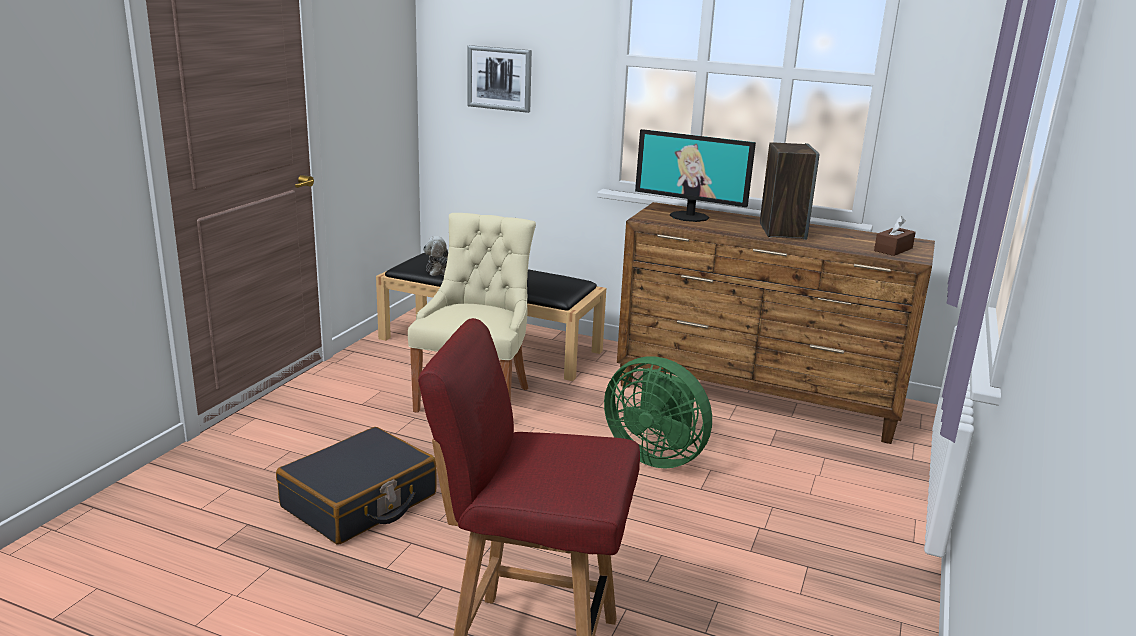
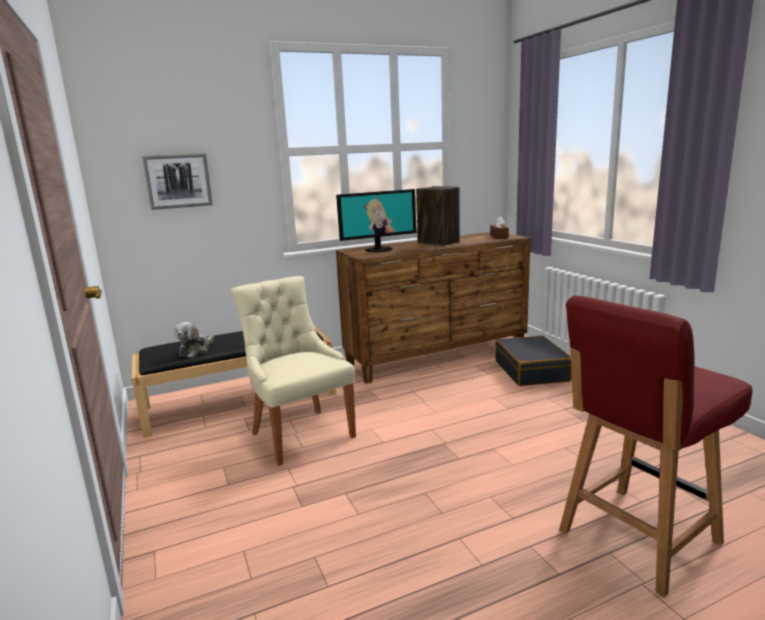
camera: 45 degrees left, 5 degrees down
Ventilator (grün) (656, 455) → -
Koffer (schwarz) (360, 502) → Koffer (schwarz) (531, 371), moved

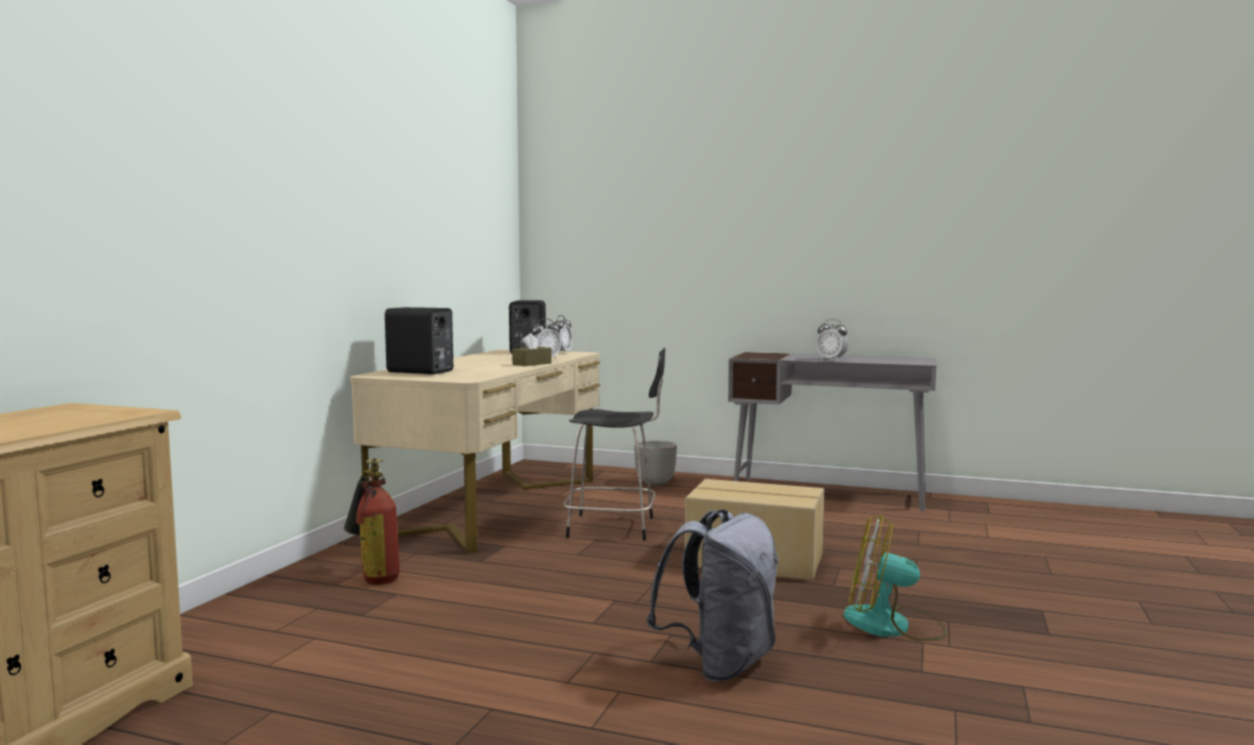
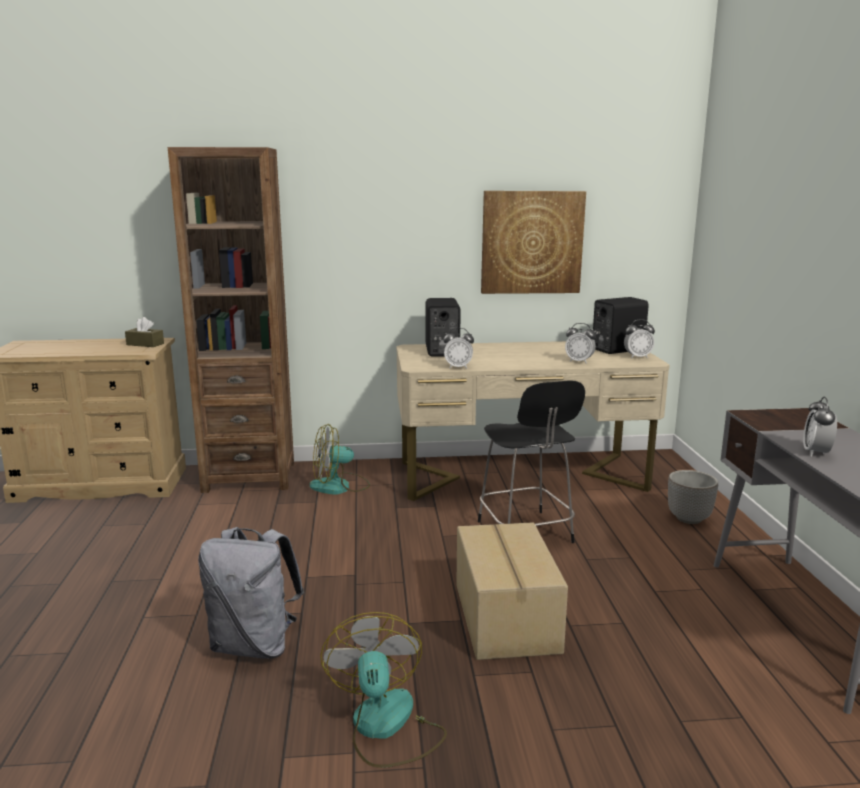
camera: 65 degrees right, 10 degrees up
Taschentuchbox (braun) (532, 364) → Taschentuchbox (braun) (145, 344), moved
Feuerlöscher (373, 576) → Ventilator (339, 486)
- → Bücherregal (braun) (249, 477)
- → Bild (532, 242)
- → Wecker (458, 367)

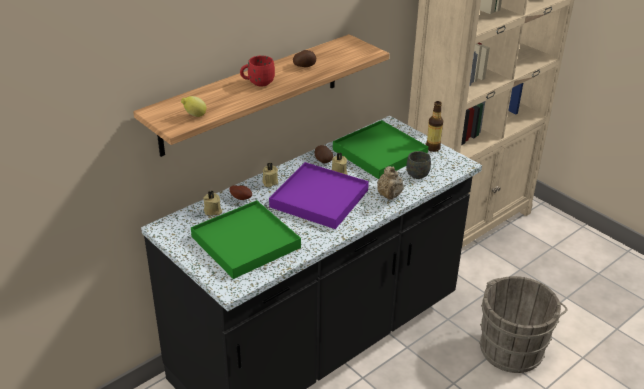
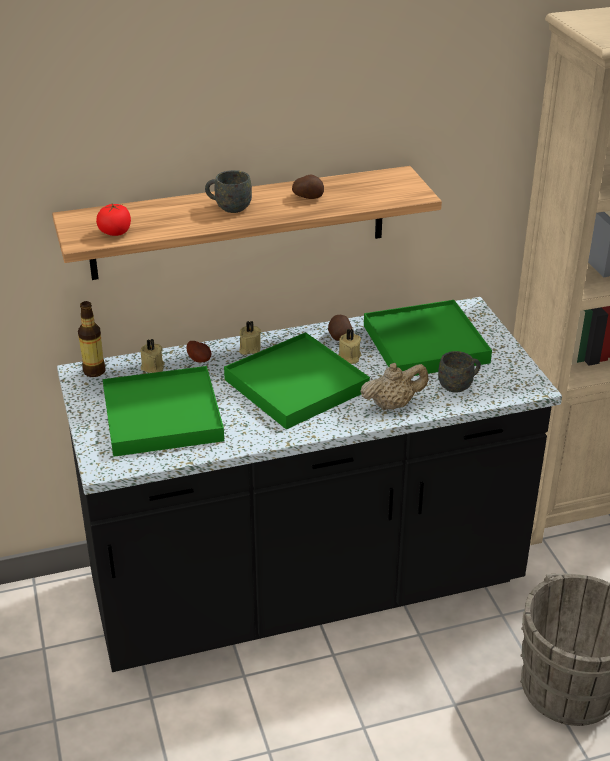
camera: 25 degrees right, 0 degrees up
Henkelbecher (rot) (257, 83) → Henkelbecher (grau) (228, 207)
Zitrone (194, 115) → Tomate (115, 232)
Flasche (432, 148) → Flasche (94, 371), moved
Tablett (lila) (319, 199) → Tablett (grün) (296, 385)
Teekanne (beige) (389, 196) → Teekanne (beige) (393, 405), 135 degrees counterclockwise

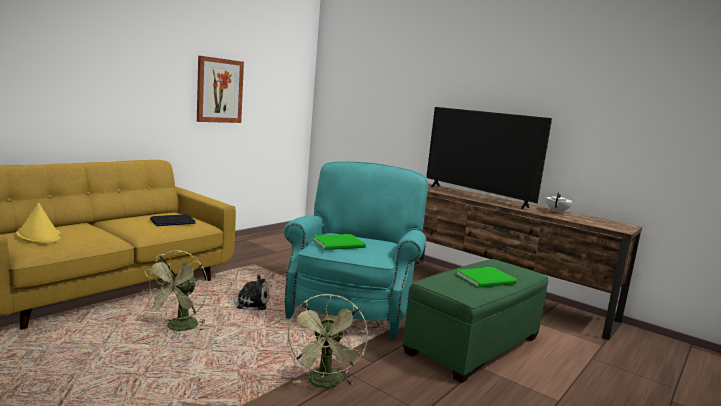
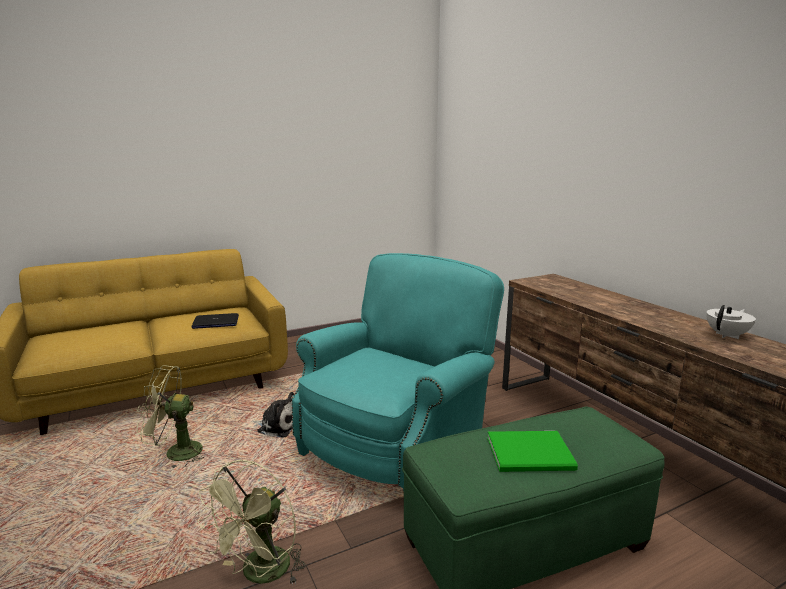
camera: 25 degrees right, 5 degrees up
Bild (219, 90) → -
Fernseher (476, 196) → -
Hut (gelb) (39, 236) → -
Buch (grün) (340, 244) → -
Ventilator (grün) (179, 328) → Ventilator (grün) (175, 453), 45 degrees clockwise

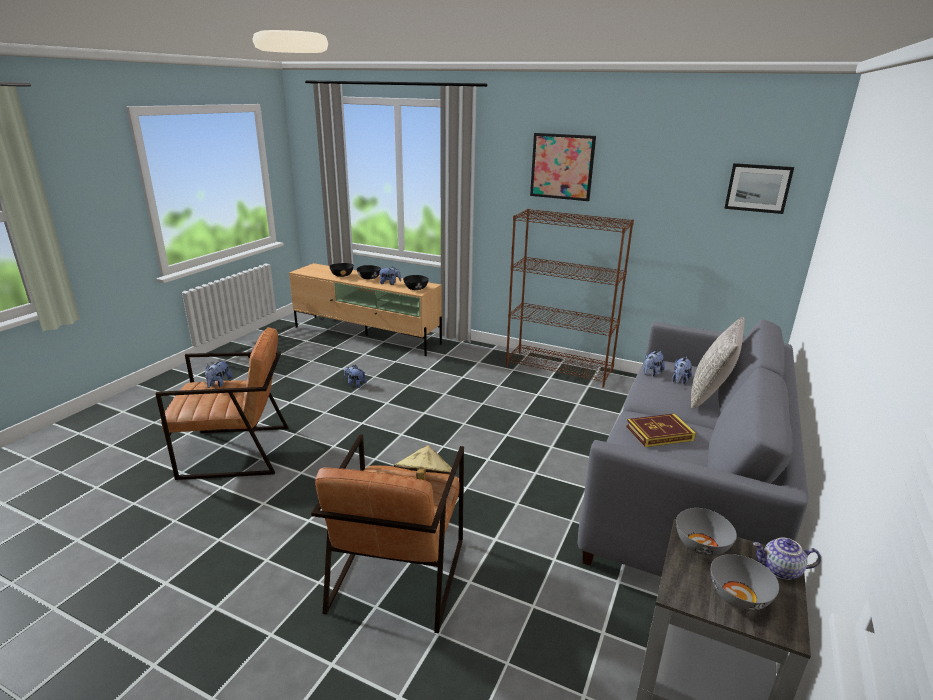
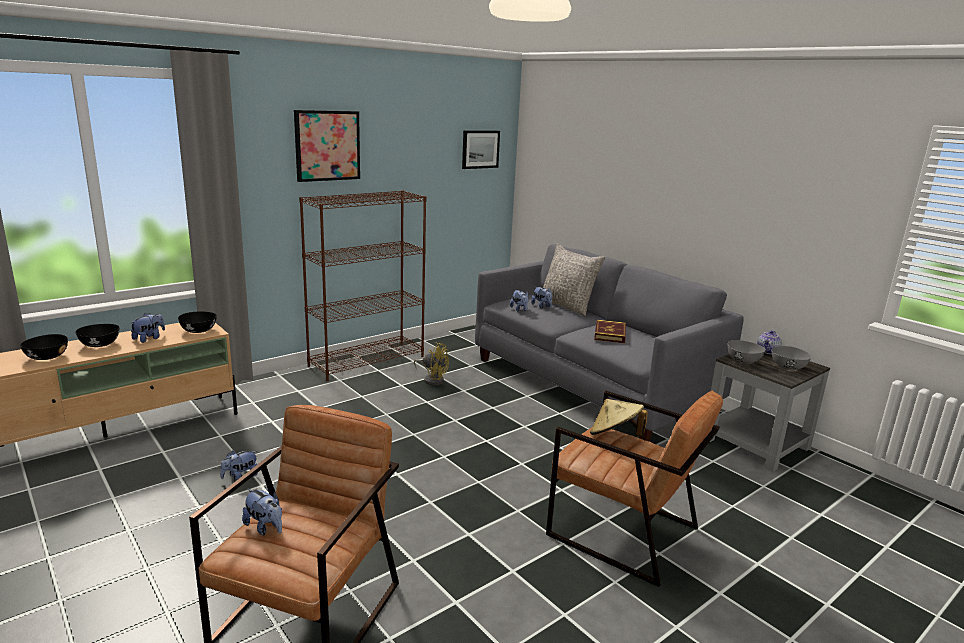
camera: 65 degrees left, 5 degrees down
- → Ventilator (gelb) (432, 379)

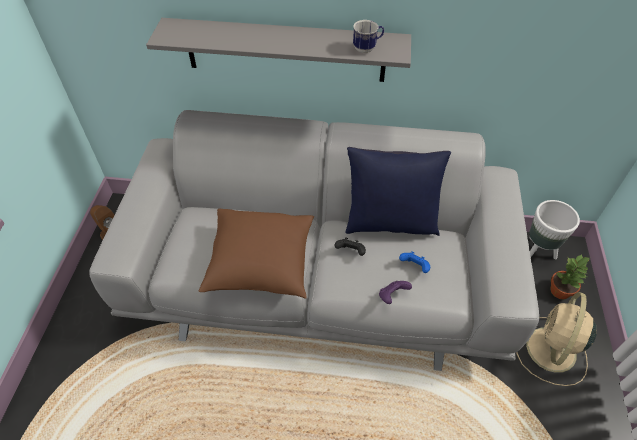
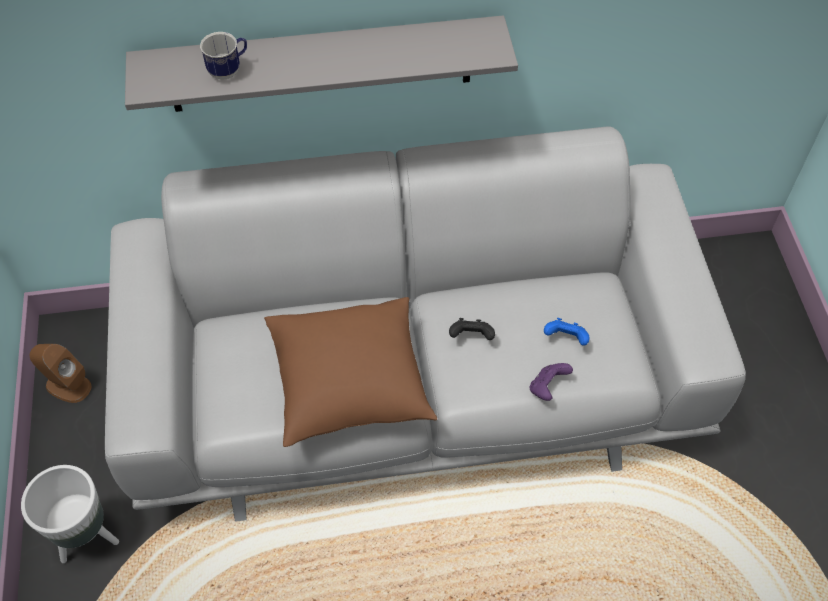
camera: 15 degrees left, 5 degrees up
Henkelbecher (367, 48) → Henkelbecher (229, 70), moved
Kissen (blau) (390, 223) → -
Pflanzkübel (weiß) (537, 252) → Pflanzkübel (weiß) (88, 537), moved
Topfpflanze (560, 291) → -
Ventilator (beige) (550, 351) → -

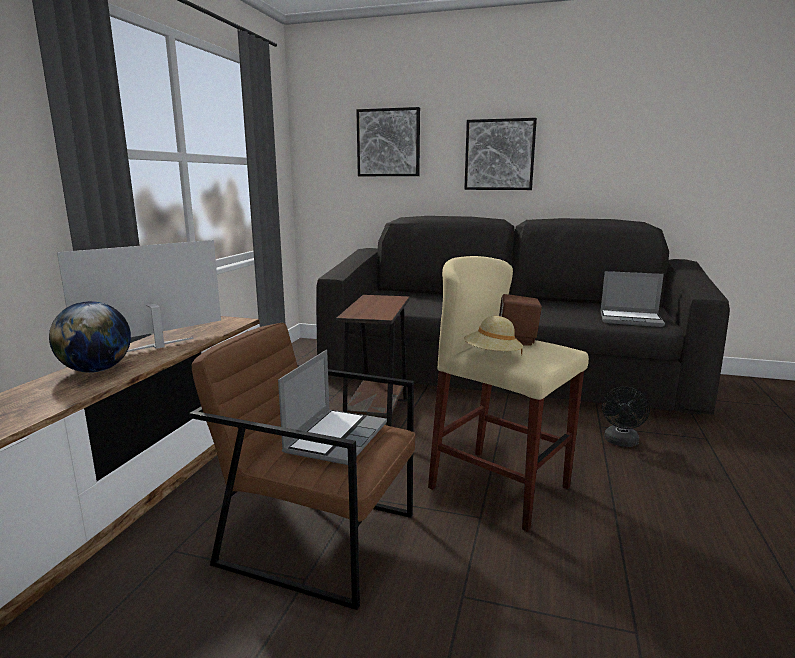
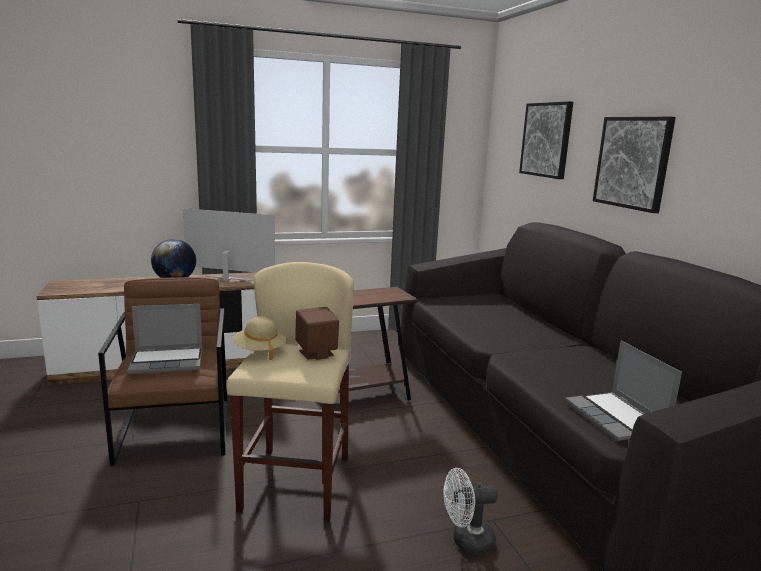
camera: 55 degrees right, 0 degrees up
Ventilator (schwarz) (621, 442) → Ventilator (weiß) (466, 542)

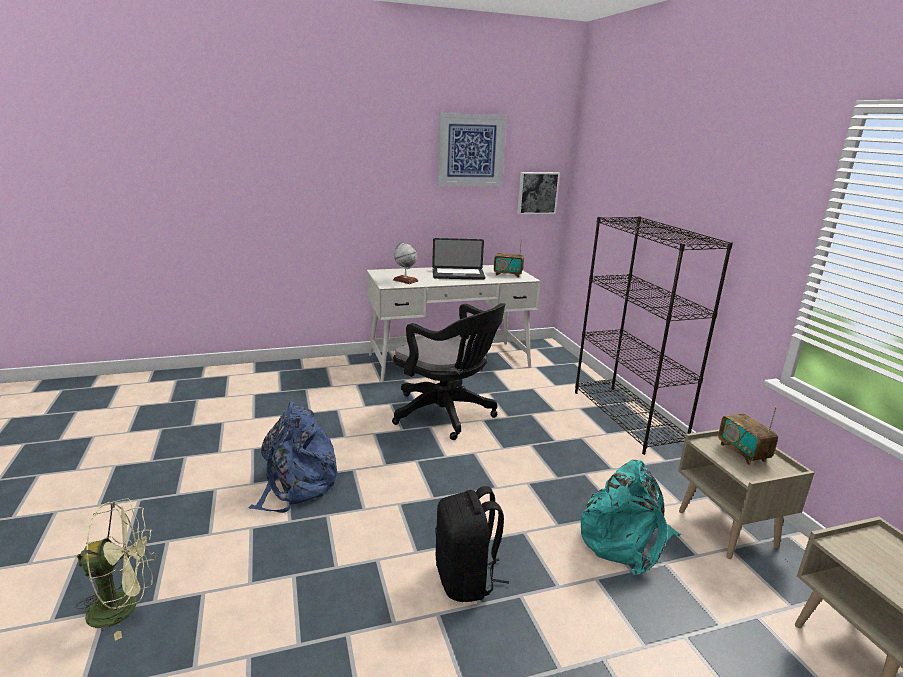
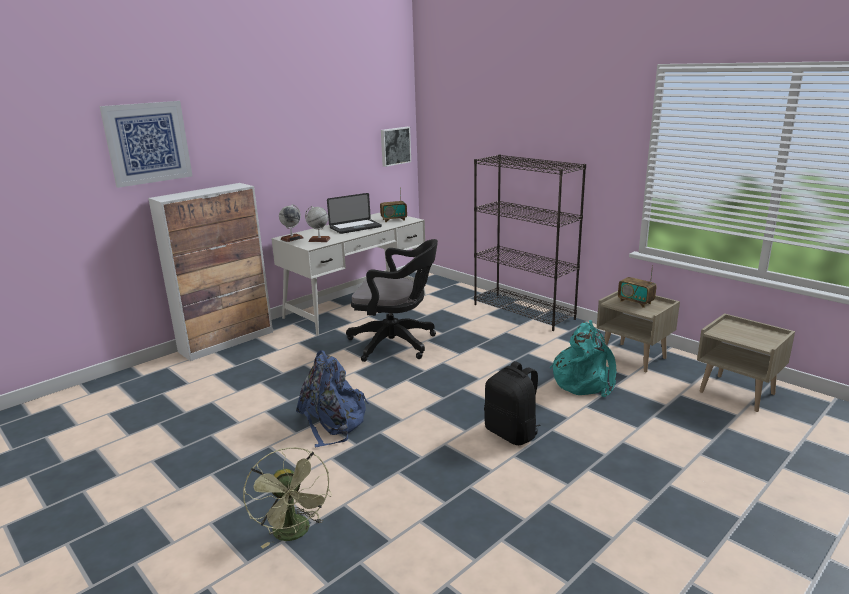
camera: 25 degrees left, 0 degrees up
Bild (470, 150) → Bild (148, 143), moved
Ventilator (grün) (124, 607) → Ventilator (grün) (295, 534), 105 degrees clockwise
- → Schrank (227, 341)
- → Globus (292, 238)

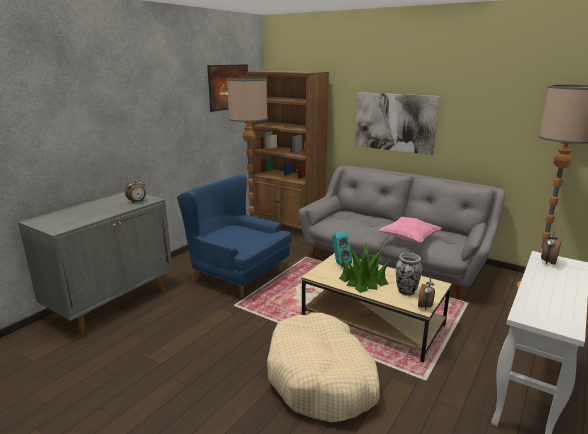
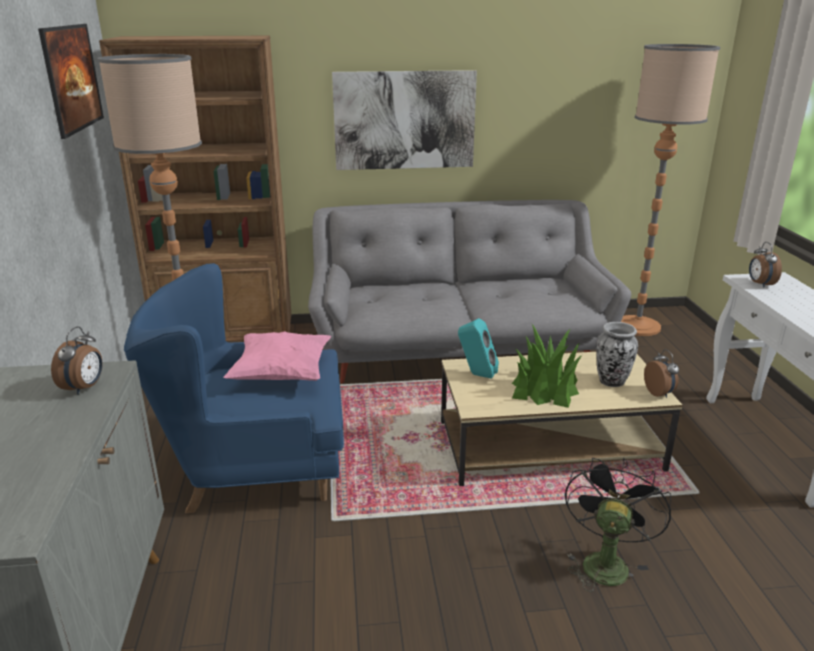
camera: 40 degrees left, 5 degrees up
Kissen (rosa) (409, 239) → Kissen (rosa) (281, 375), moved
Hundebett (beige) (321, 378) → Ventilator (schwarz) (604, 561)

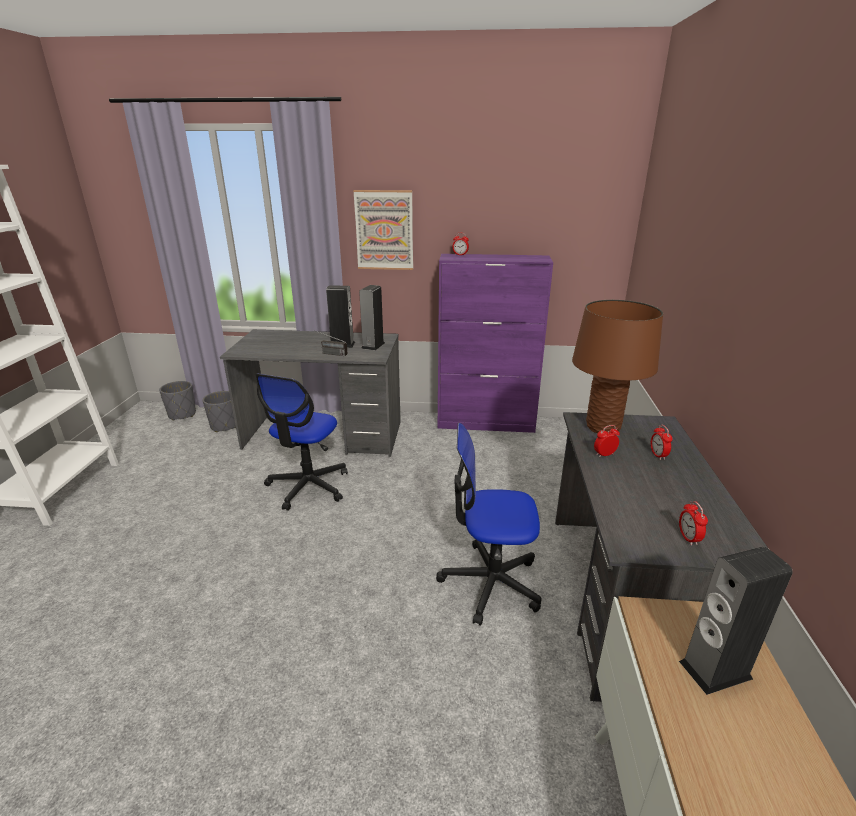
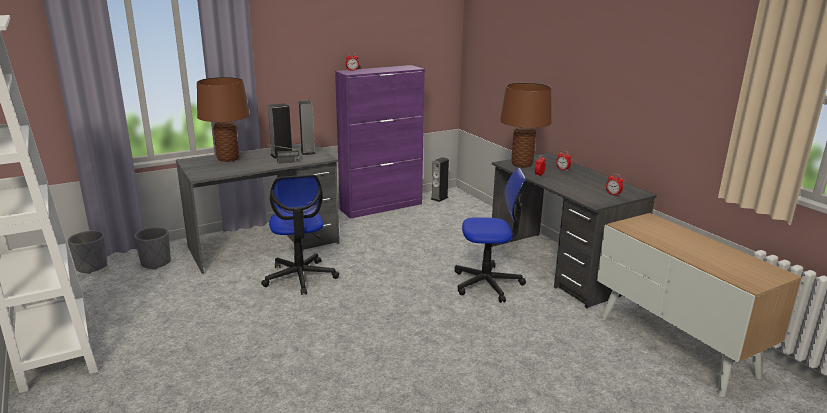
camera: 35 degrees left, 5 degrees down
Bild (384, 230) → -
Bürostuhl (490, 582) → Bürostuhl (487, 283), 150 degrees counterclockwise
Lautsprecher (715, 670) → Lautsprecher (439, 198), moved
- → Tischlampe (braun) (228, 158)

